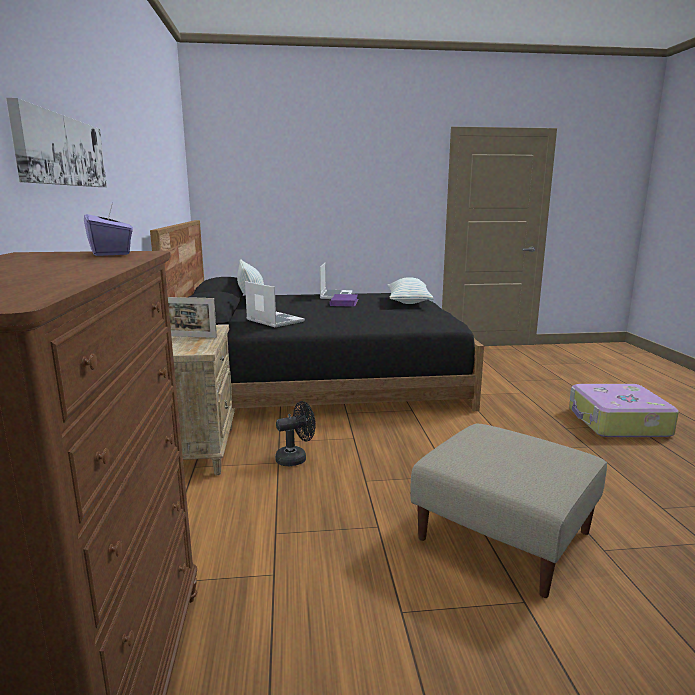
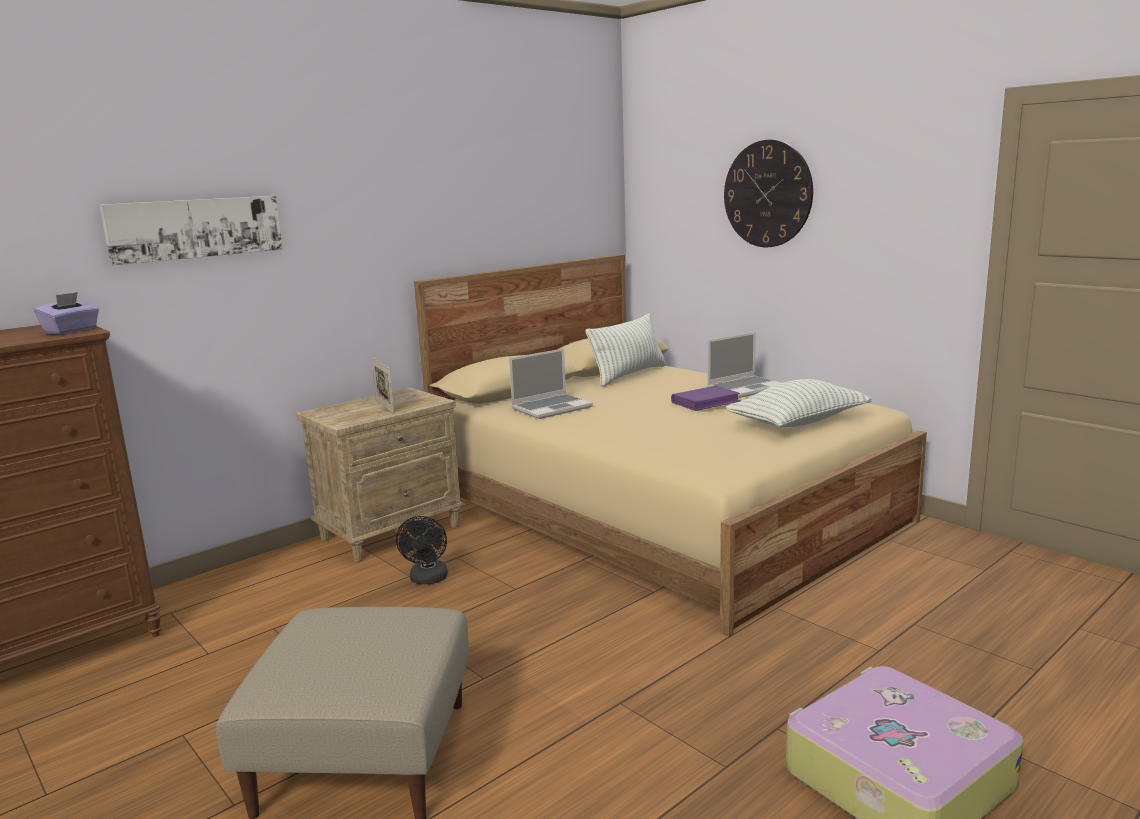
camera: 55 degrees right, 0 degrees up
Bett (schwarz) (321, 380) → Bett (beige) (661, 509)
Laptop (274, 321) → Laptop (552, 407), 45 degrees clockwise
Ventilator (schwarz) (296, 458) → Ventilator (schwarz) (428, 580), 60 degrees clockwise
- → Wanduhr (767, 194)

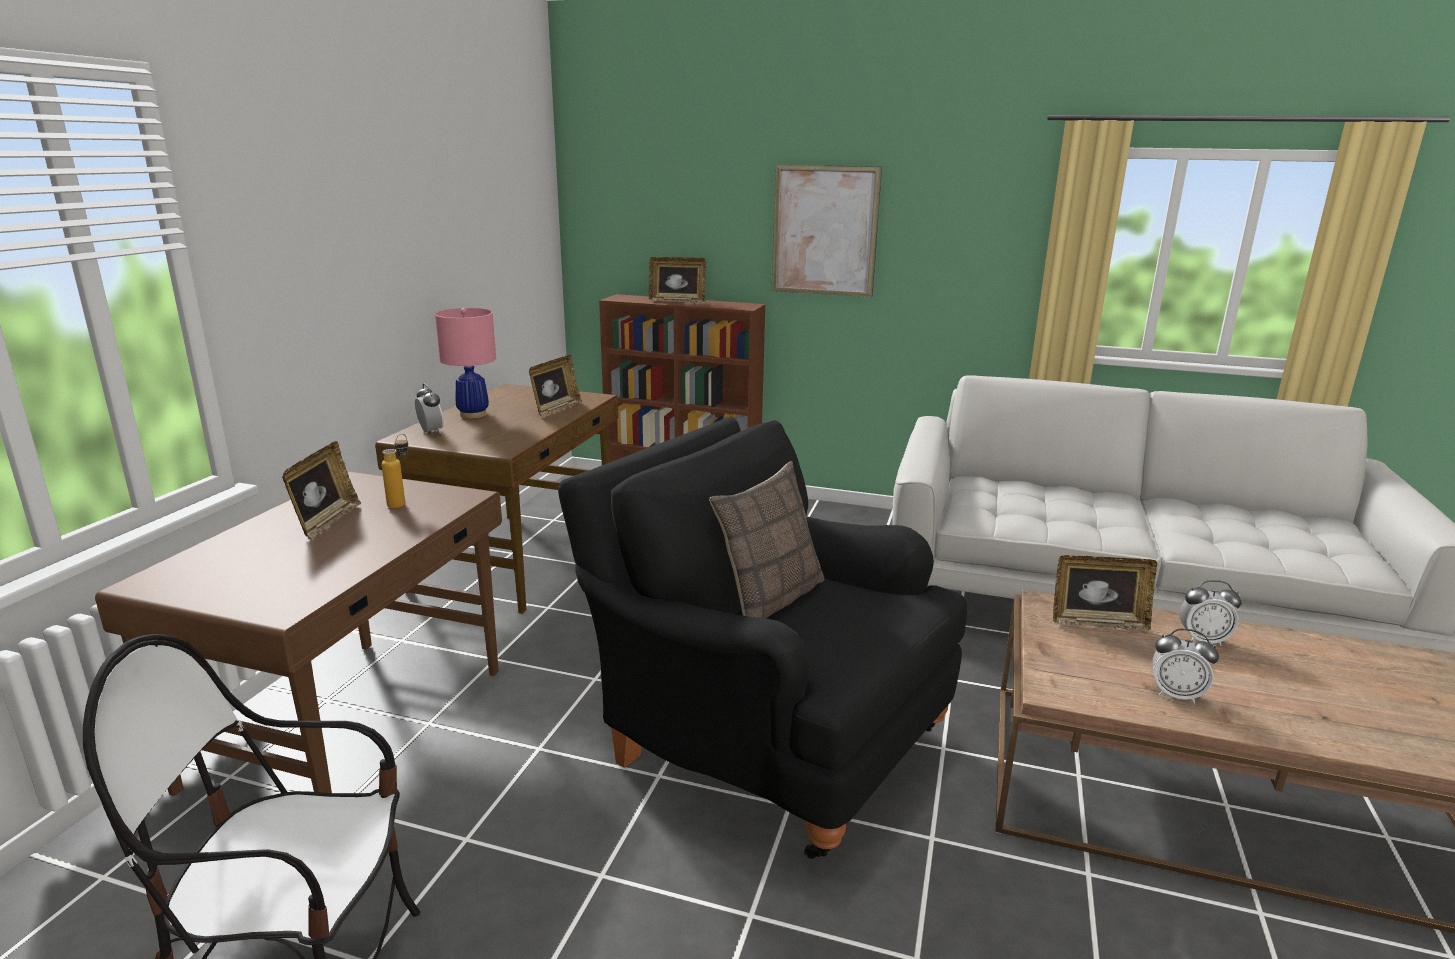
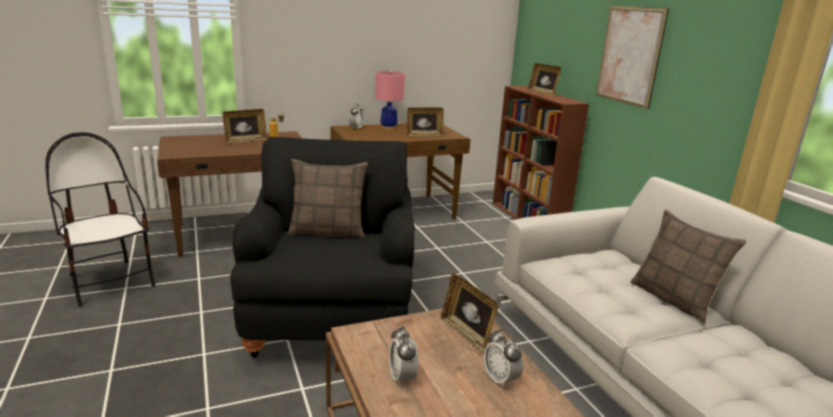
camera: 50 degrees right, 0 degrees up
- → Kissen (674, 299)

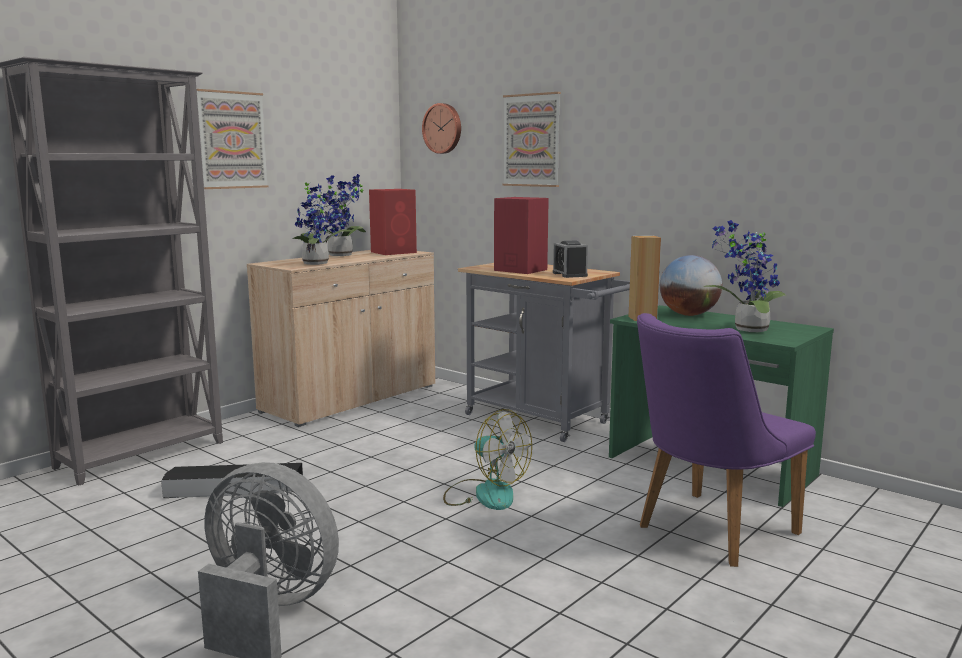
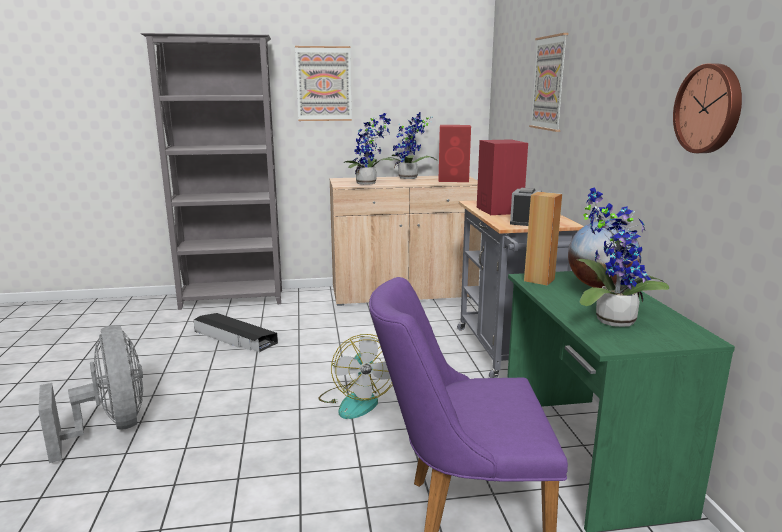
camera: 40 degrees right, 5 degrees up
Wanduhr (443, 128) → Wanduhr (710, 109), moved

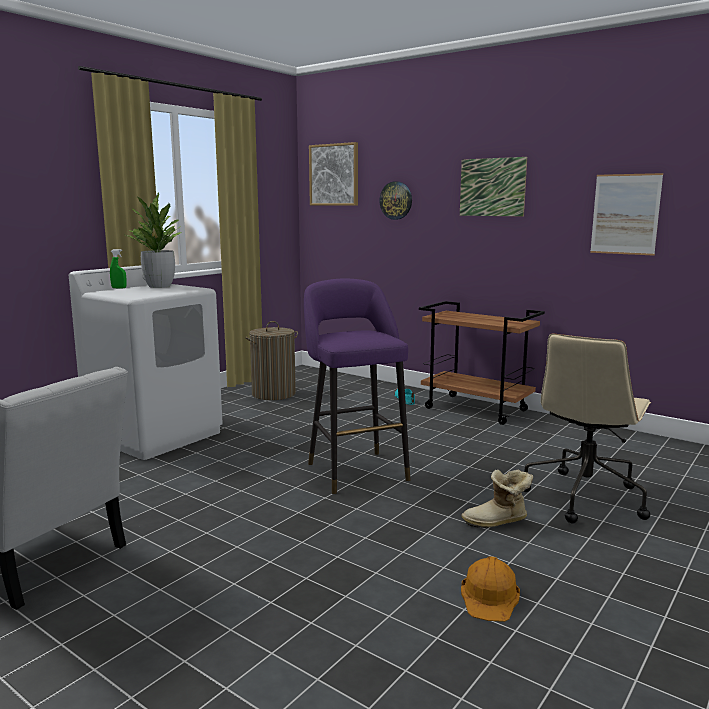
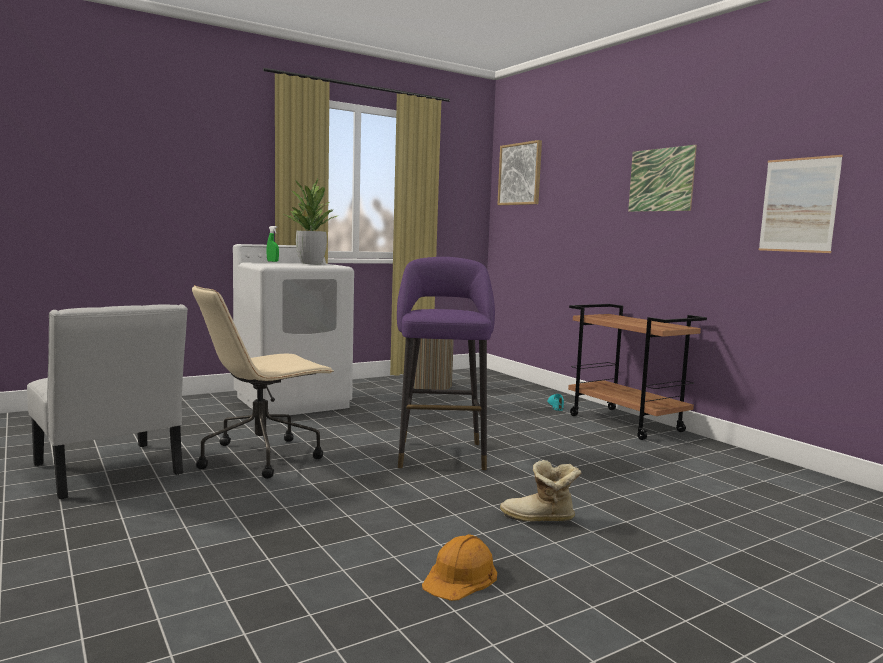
camera: 20 degrees right, 5 degrees down
Wanduhr (396, 200) → -
Bürostuhl (beige) (584, 497) → Bürostuhl (beige) (262, 457), moved

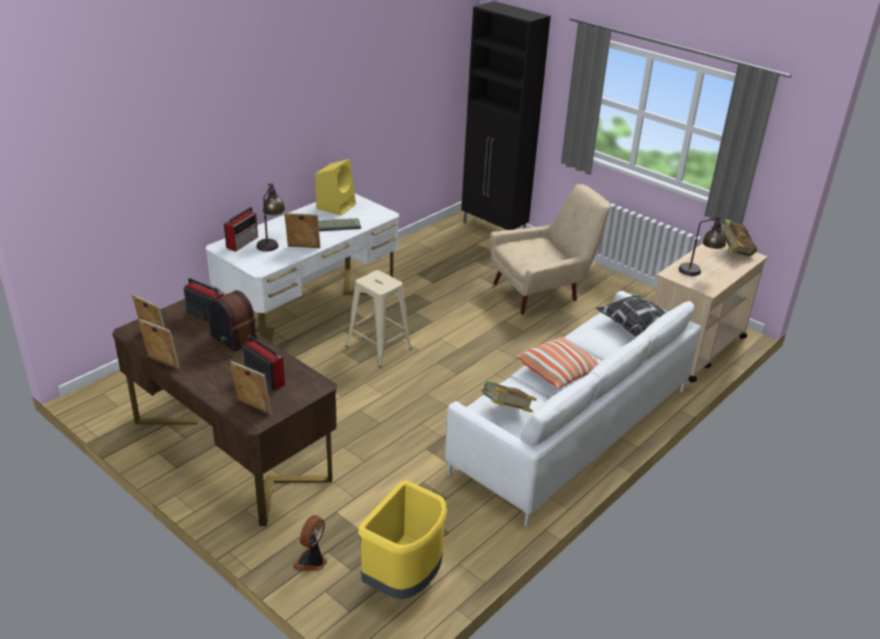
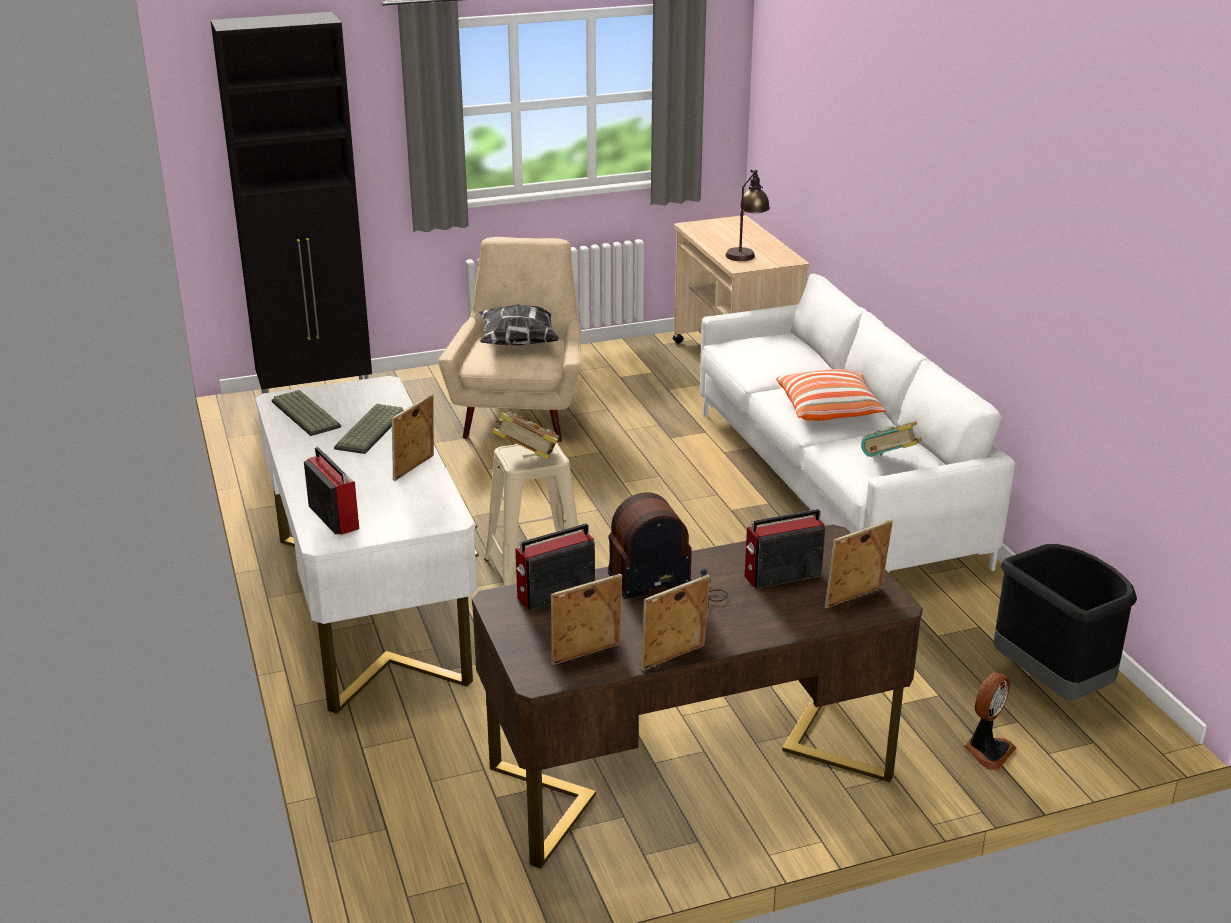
camera: 60 degrees left, 5 degrees down
Lautsprecher (gelb) (336, 206) → Tastatur (303, 414)
Tischlampe (271, 242) → -
Buch (734, 251) → Buch (526, 458), moved
Kissen (636, 326) → Kissen (520, 342), moved
Mülleimer (gelb) (404, 580) → Mülleimer (schwarz) (1052, 684)
Ventilator (312, 561) → Ventilator (987, 750), 105 degrees counterclockwise

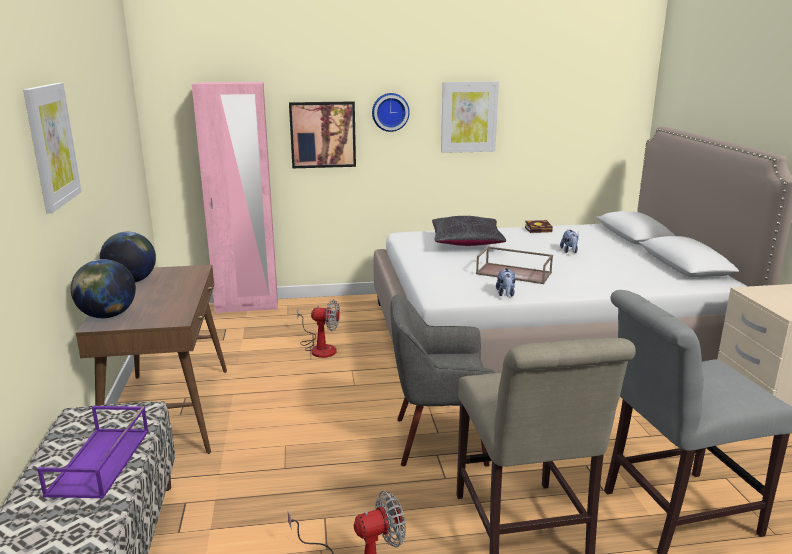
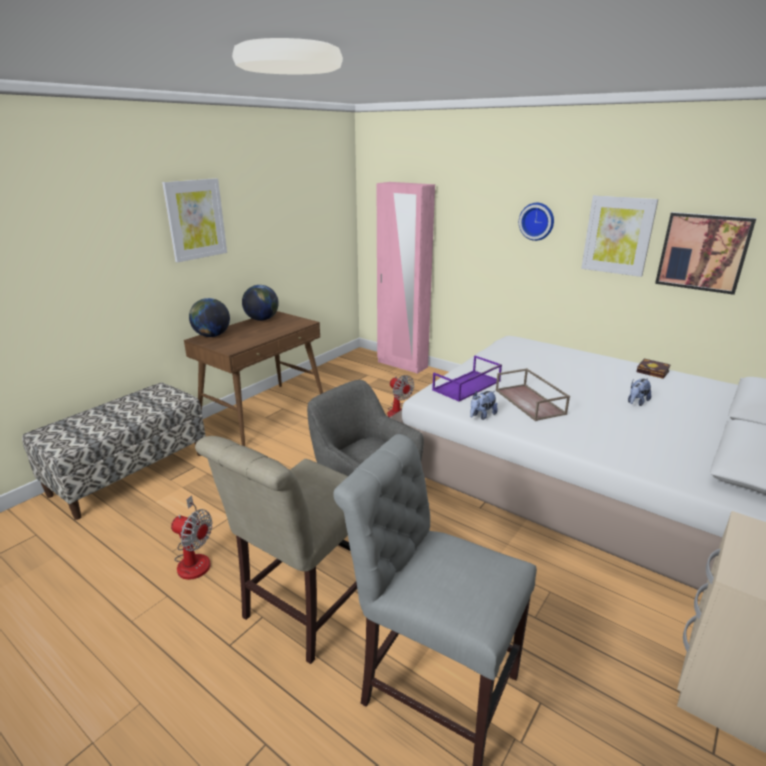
camera: 45 degrees right, 5 degrees up
Bild (323, 134) → Bild (703, 252), moved
Kissen (schwarz) (466, 242) → -
Tablett (lila) (100, 462) → Tablett (lila) (467, 386), moved

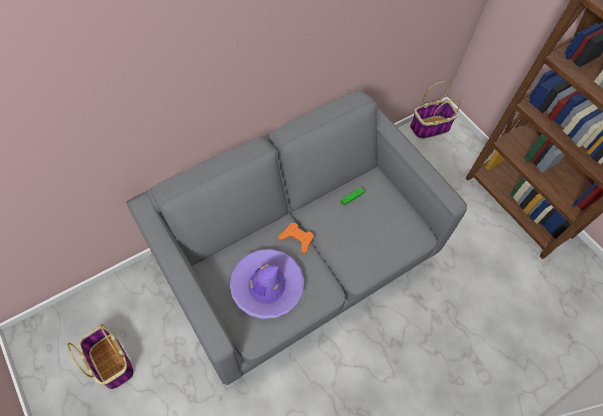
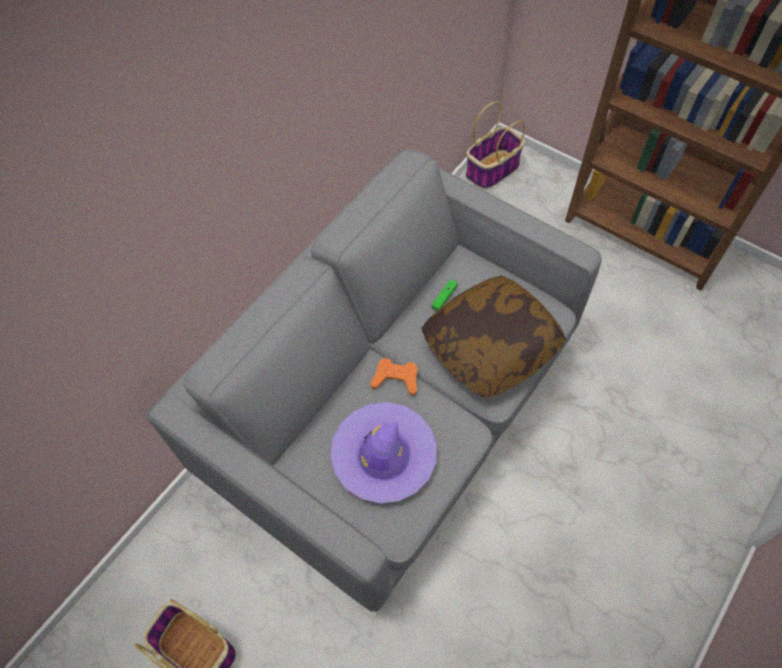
camera: 15 degrees left, 0 degrees up
- → Kissen (491, 345)

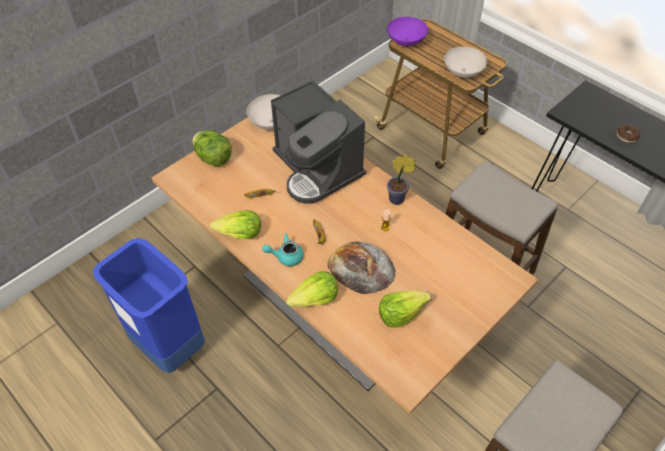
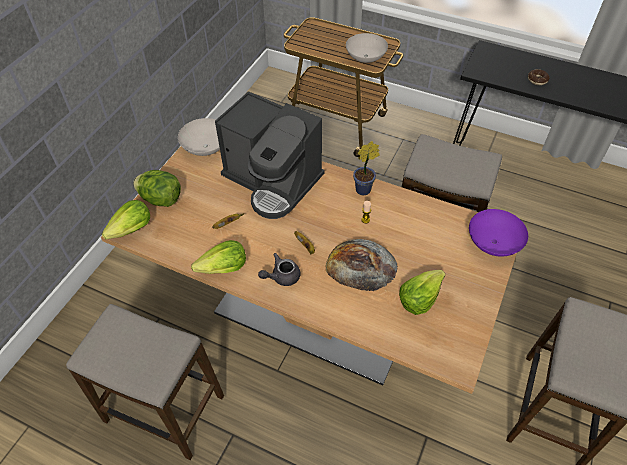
camera: 20 degrees left, 0 degrees up
Schüssel (lila) (406, 41) → Schüssel (lila) (493, 243), moved
Teekanne (türkis) (286, 256) → Teekanne (grau) (281, 277)
Mülleimer (blau) (168, 346) → Hocker (164, 409)
Salatkopf (315, 300) → Salatkopf (132, 229), moved

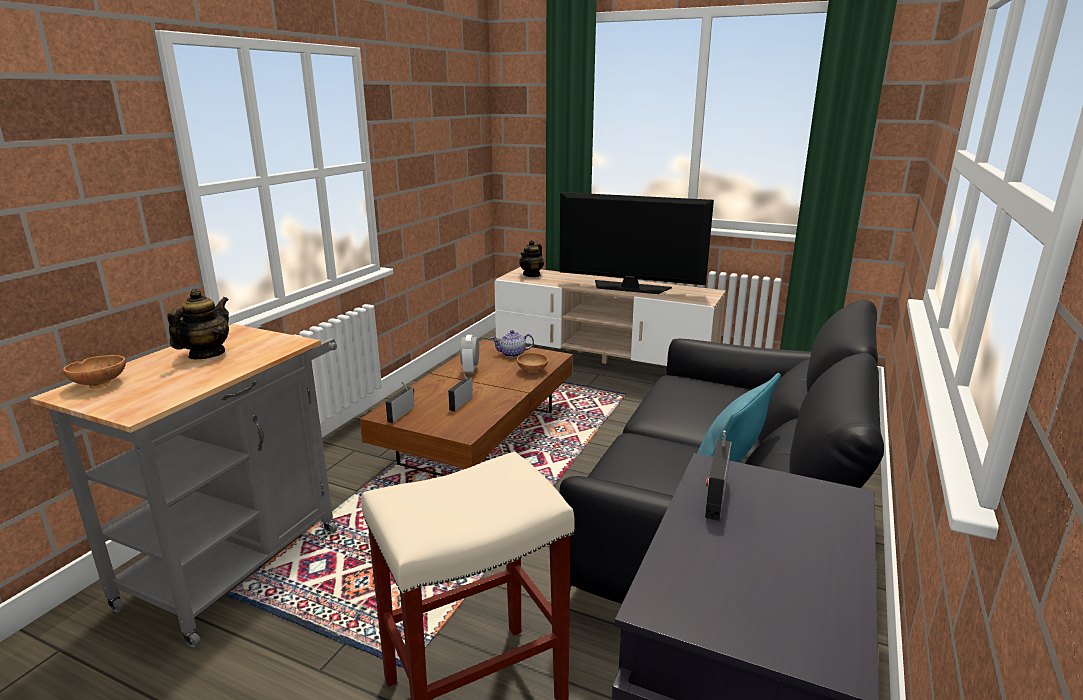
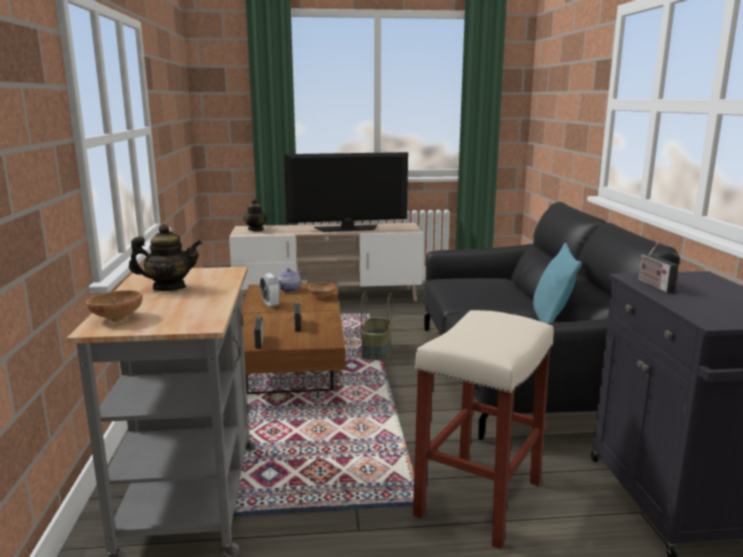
camera: 30 degrees left, 5 degrees down
Teekanne (206, 354) → Teekanne (169, 288), 90 degrees clockwise
- → Korb (377, 351)

